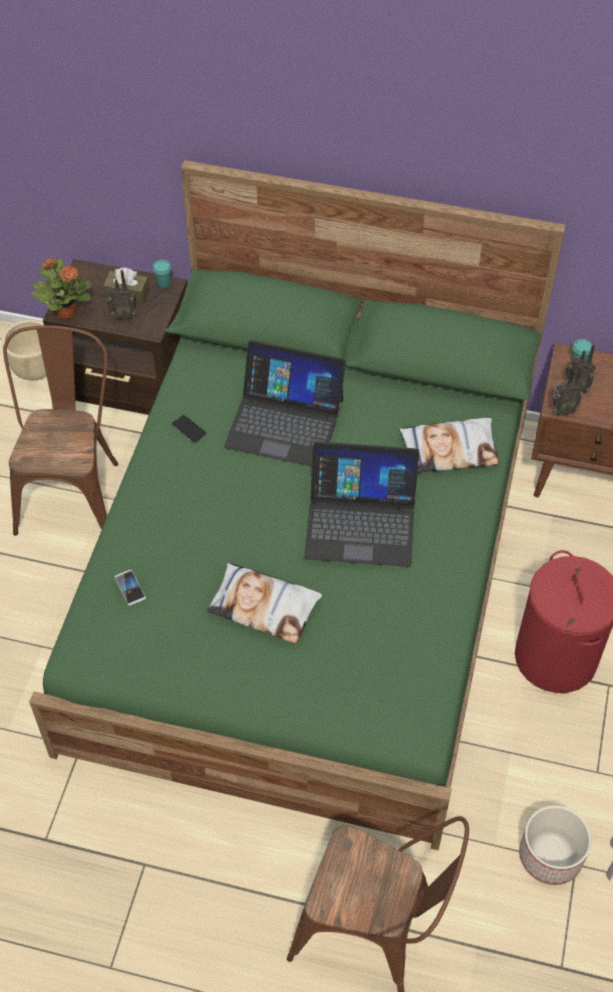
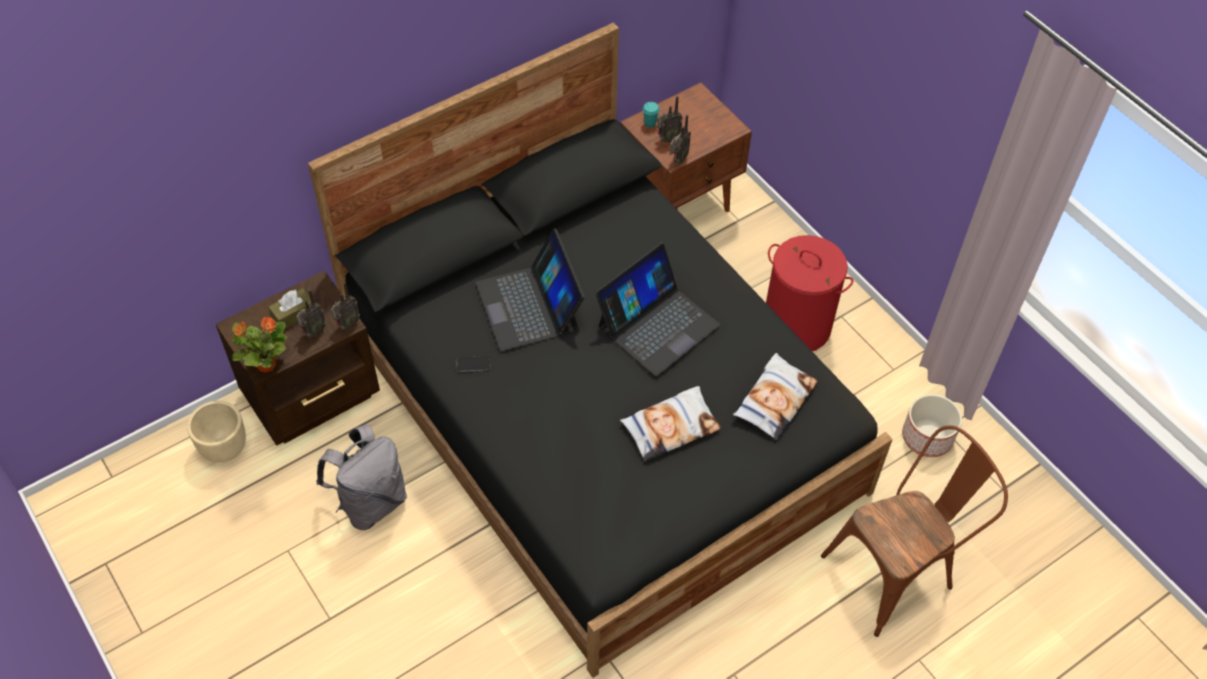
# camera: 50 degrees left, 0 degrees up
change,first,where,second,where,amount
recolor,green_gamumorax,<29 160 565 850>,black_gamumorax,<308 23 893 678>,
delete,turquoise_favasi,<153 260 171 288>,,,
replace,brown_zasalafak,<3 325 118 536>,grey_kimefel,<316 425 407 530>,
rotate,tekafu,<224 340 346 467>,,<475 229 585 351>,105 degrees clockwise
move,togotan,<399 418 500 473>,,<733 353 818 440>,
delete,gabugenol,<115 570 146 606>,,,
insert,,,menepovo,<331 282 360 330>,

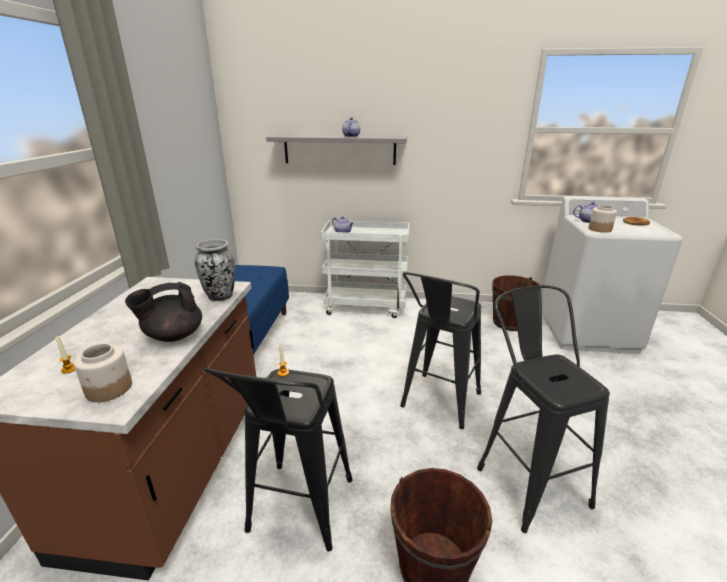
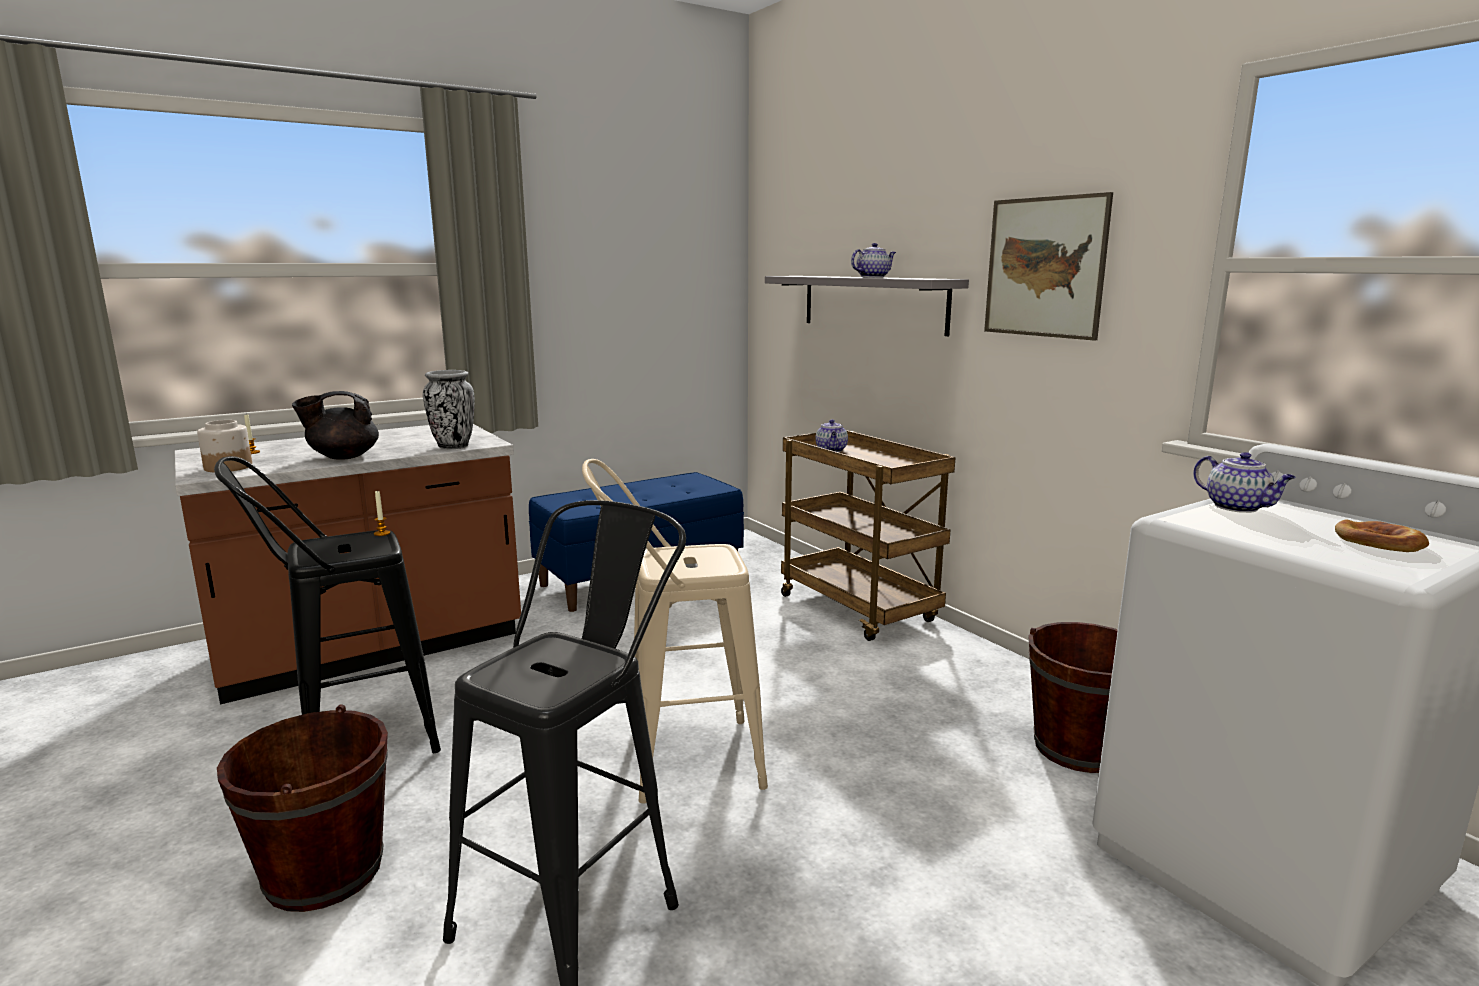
# camera: 50 degrees right, 10 degrees down
change,first,where,second,where,amount
delete,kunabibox,<589 205 617 233>,,,
recolor,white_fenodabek,<321 220 409 318>,brown_fenodabek,<781 430 956 641>,
recolor,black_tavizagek,<400 272 481 429>,beige_tavizagek,<582 459 768 804>,
rotate,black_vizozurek,<125 282 202 342>,,<292 391 379 460>,45 degrees counterclockwise
insert,,,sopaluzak,<984 192 1113 341>,

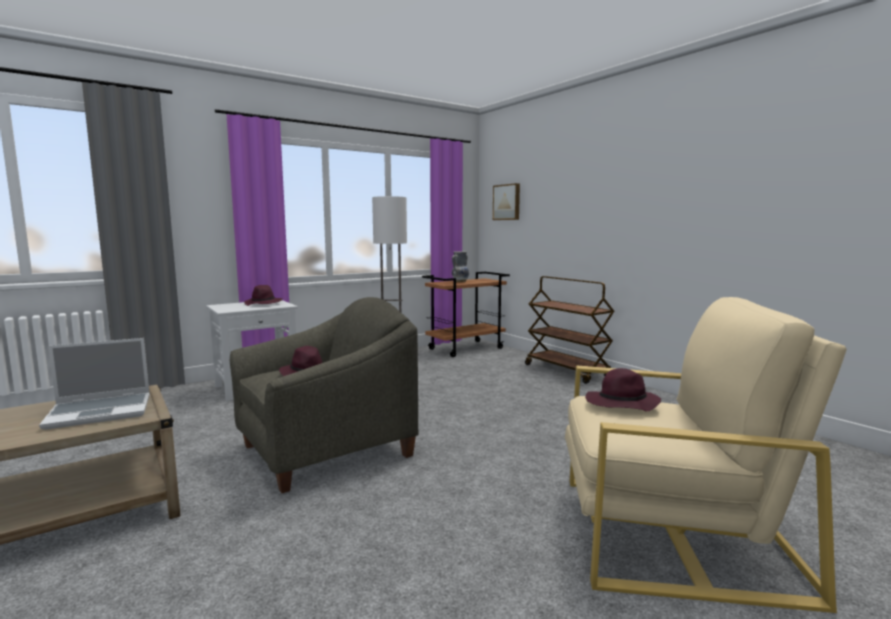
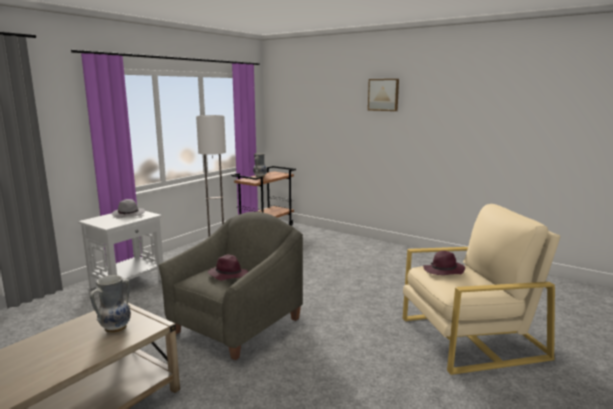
# camera: 20 degrees left, 5 degrees up
change,first,where,second,where,amount
move,sopaluzak,<493 183 520 220>,,<368 79 399 111>,
delete,brown_fenodabek,<525 276 614 384>,,,
recolor,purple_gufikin,<244 285 283 306>,grey_gufikin,<112 199 145 219>,
replace,tekafu,<39 338 150 430>,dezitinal,<90 275 131 333>,

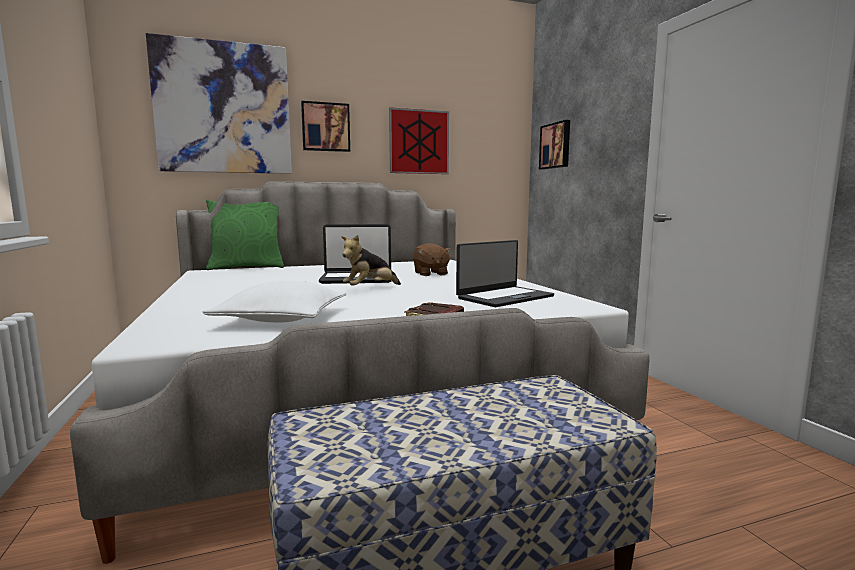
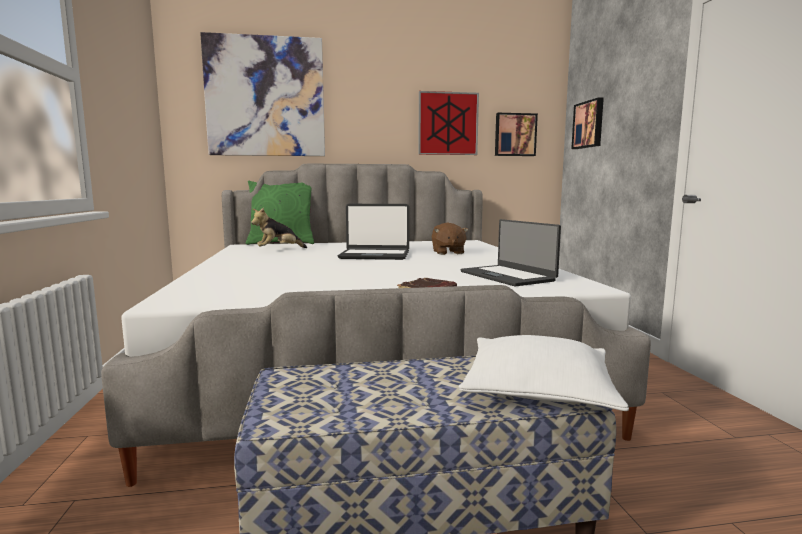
# camera: 10 degrees right, 0 degrees up
change,first,where,second,where,amount
move,sopaluzak,<301 101 350 152>,,<495 113 538 156>,
move,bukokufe,<341 235 401 286>,,<251 208 307 248>,
rotate,tekafu,<456 240 554 307>,,<461 219 561 287>,90 degrees clockwise
move,white_togotan,<203 281 347 322>,,<459 335 629 411>,

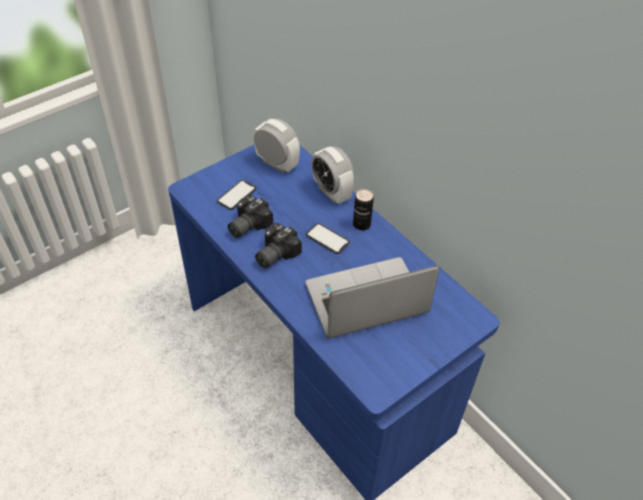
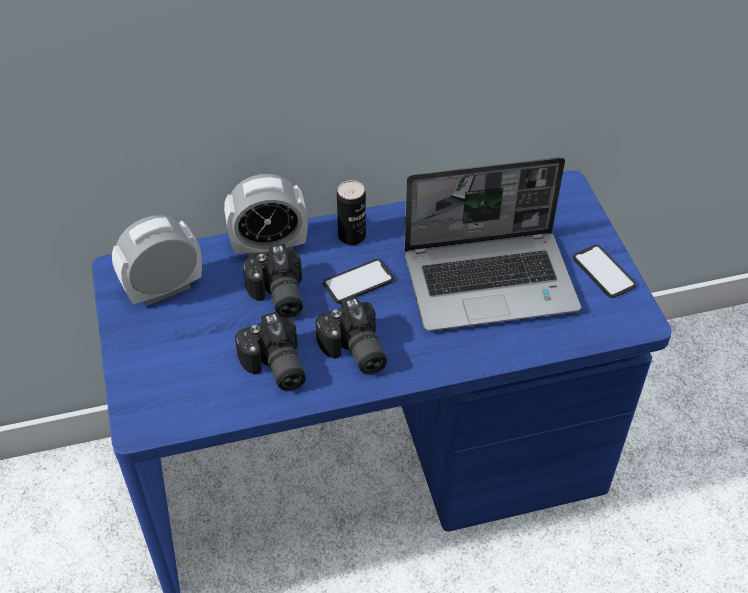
# camera: 65 degrees left, 0 degrees up
change,first,where,second,where,amount
move,gabugenol,<217 180 256 210>,,<573 245 636 298>,
rotate,tekafu,<305 257 440 339>,,<404 157 581 331>,105 degrees counterclockwise
insert,,,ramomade,<243 244 303 318>,

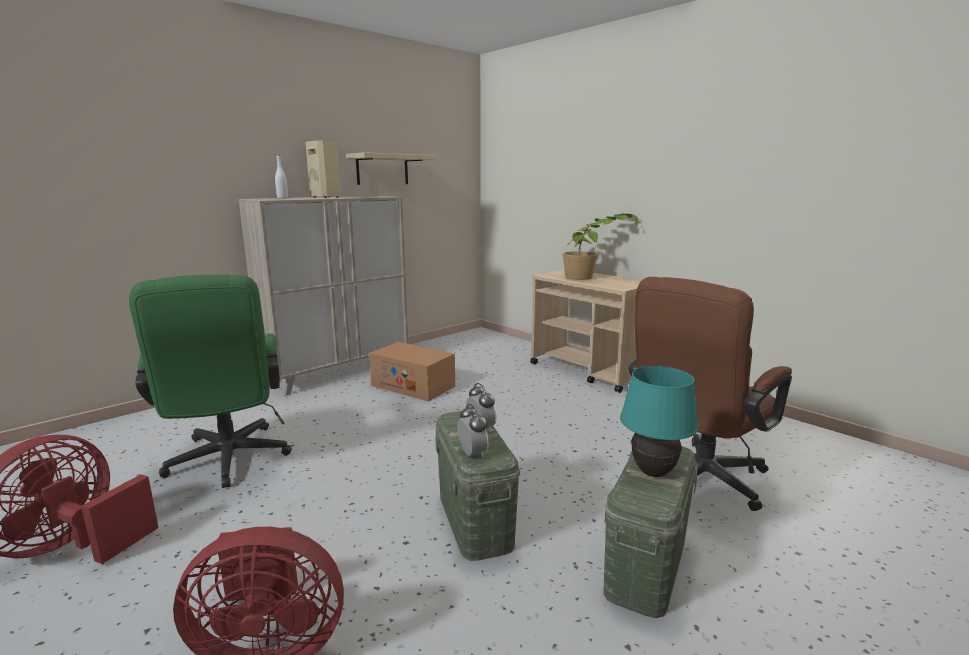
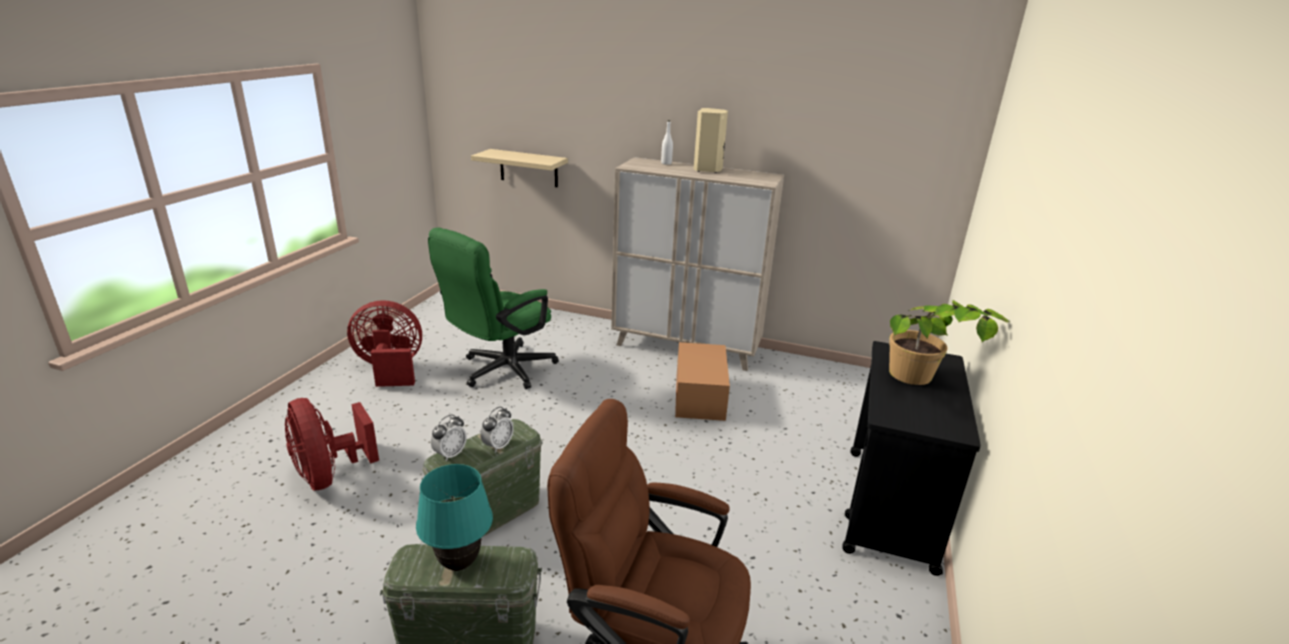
# camera: 60 degrees right, 10 degrees up
change,first,where,second,where,amount
move,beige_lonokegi,<346 152 435 185>,,<471 149 568 187>,
recolor,beige_fenodabek,<530 269 642 393>,black_fenodabek,<842 341 981 576>,

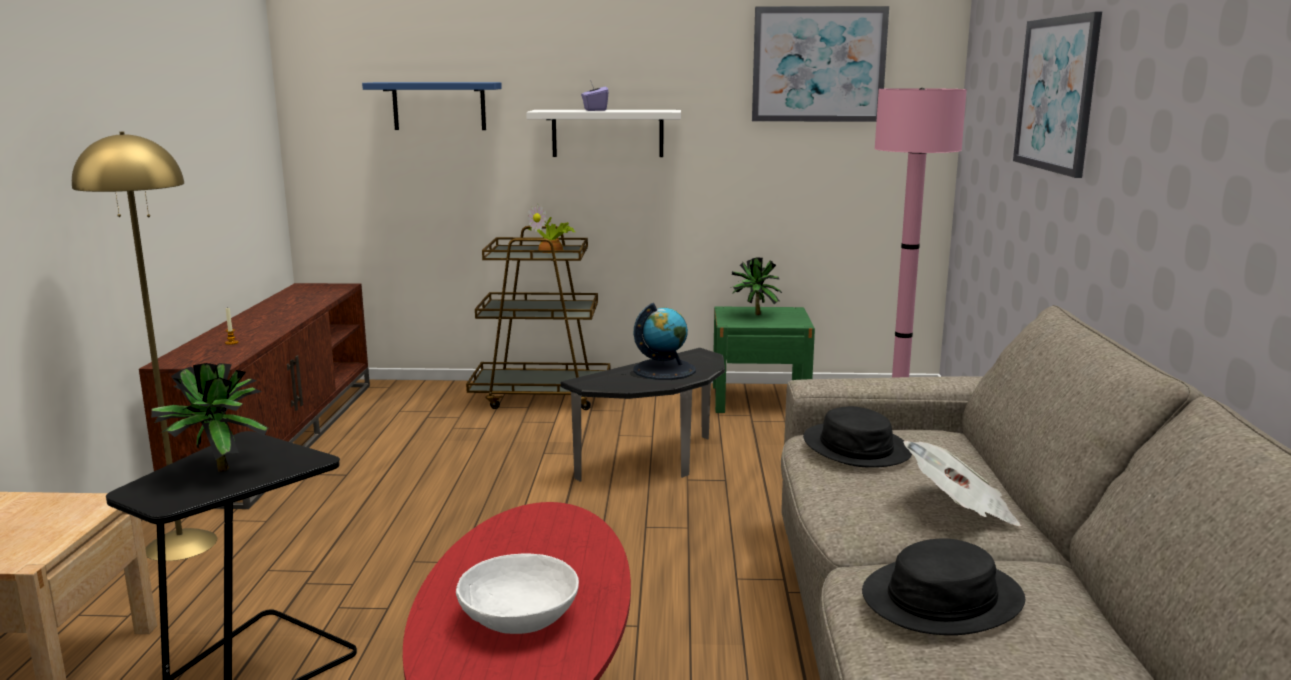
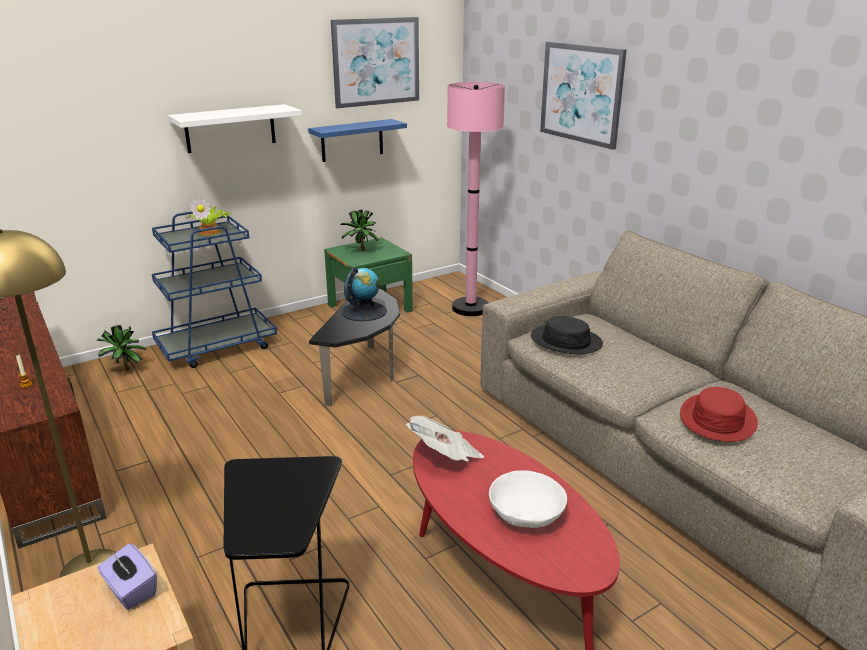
# camera: 35 degrees left, 10 degrees up
change,first,where,second,where,amount
move,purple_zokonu,<581 80 608 111>,,<97 544 157 610>,
move,blue_lonokegi,<362 82 502 130>,,<308 119 407 162>,
recolor,brown_fenodabek,<466 226 610 410>,blue_fenodabek,<152 211 277 368>,
move,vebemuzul,<151 363 270 472>,,<96 325 146 371>,
move,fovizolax,<903 441 1022 526>,,<406 416 484 461>,
recolor,black_gufikin,<862 538 1025 635>,red_gufikin,<680 387 758 442>,

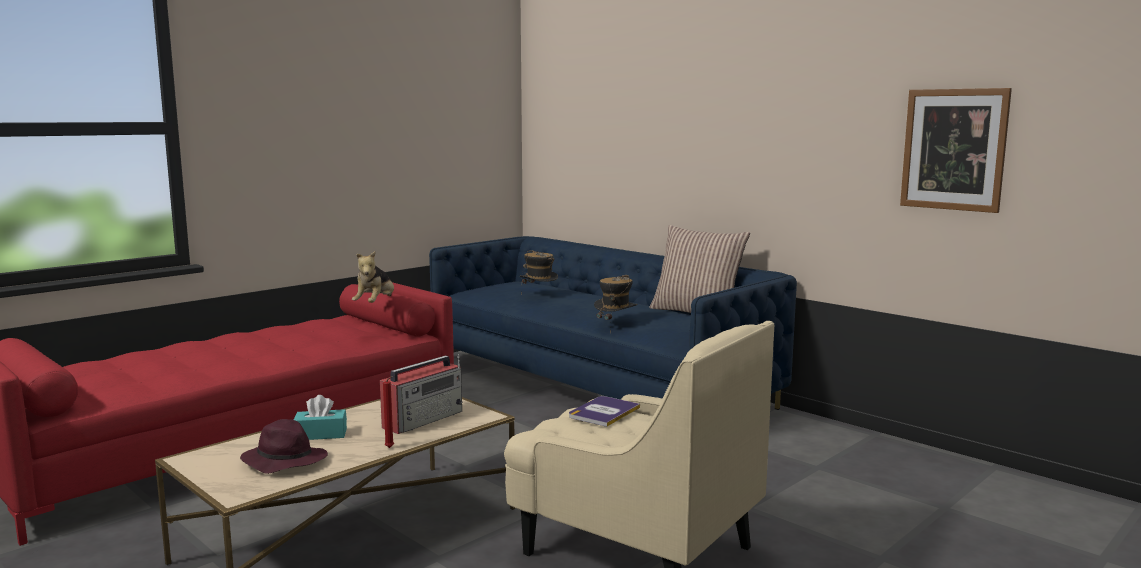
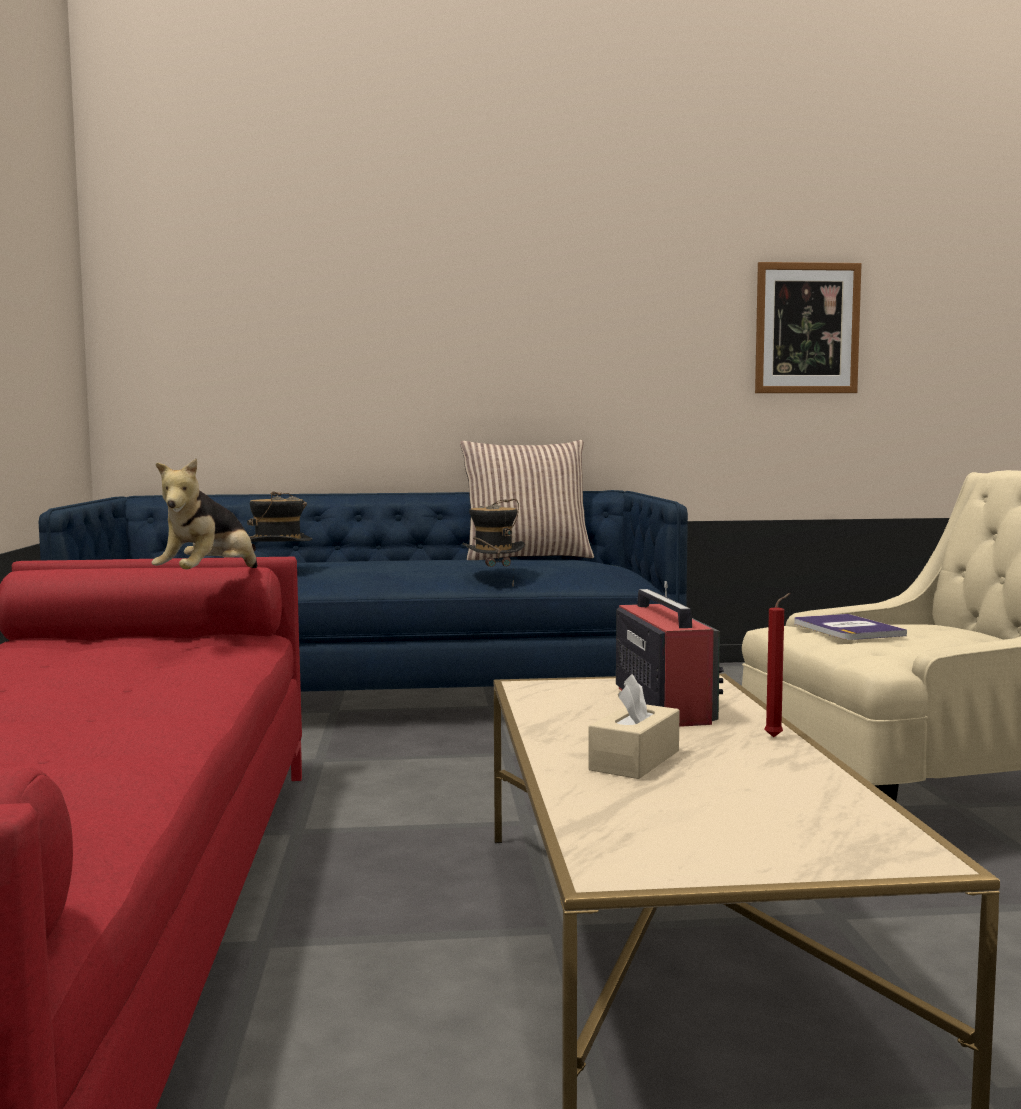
# camera: 50 degrees left, 5 degrees down
change,first,where,second,where,amount
rotate,bukokufe,<352 251 394 303>,,<152 458 257 569>,60 degrees clockwise
recolor,turquoise_zokonu,<294 395 347 440>,beige_zokonu,<588 674 680 779>,
delete,purple_gufikin,<240 419 328 474>,,,

